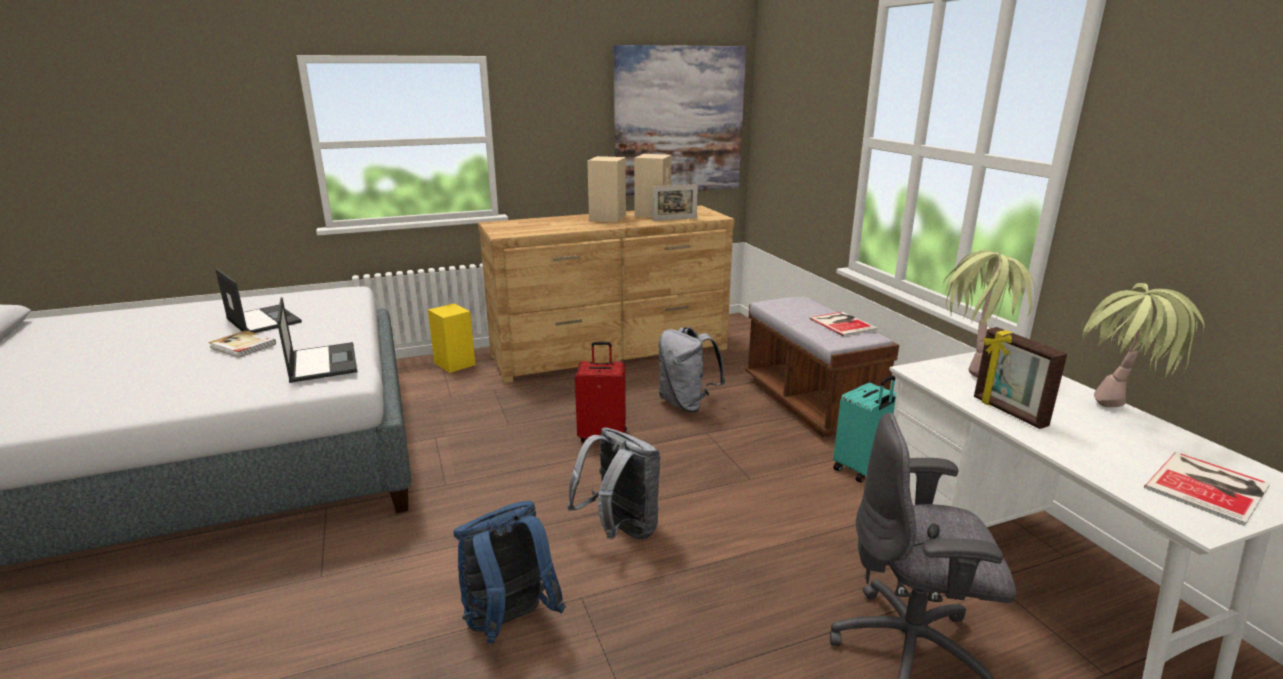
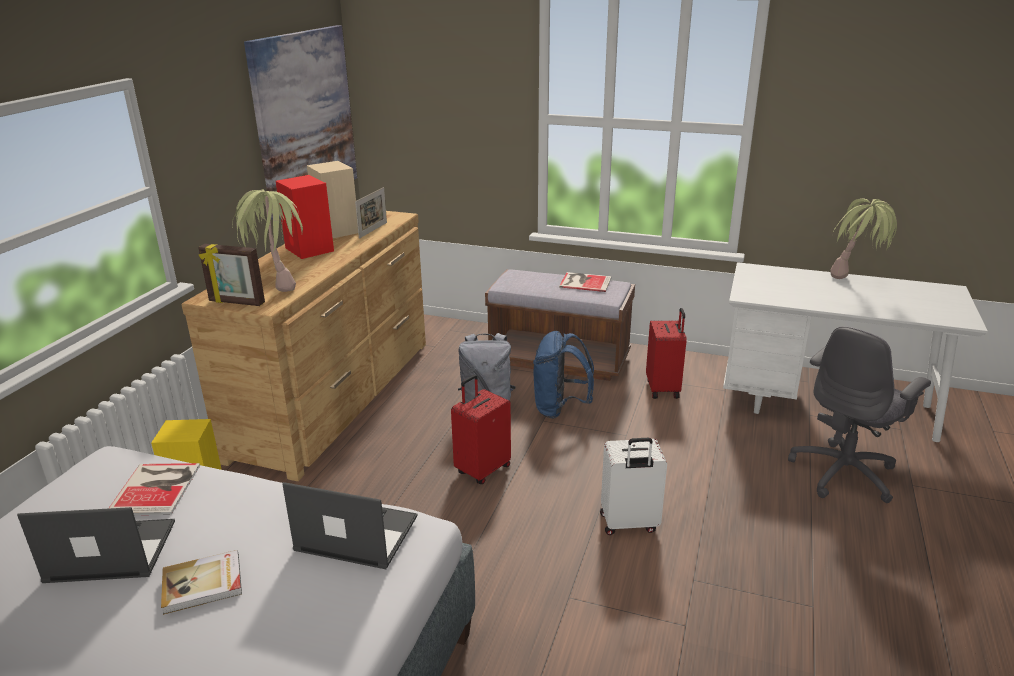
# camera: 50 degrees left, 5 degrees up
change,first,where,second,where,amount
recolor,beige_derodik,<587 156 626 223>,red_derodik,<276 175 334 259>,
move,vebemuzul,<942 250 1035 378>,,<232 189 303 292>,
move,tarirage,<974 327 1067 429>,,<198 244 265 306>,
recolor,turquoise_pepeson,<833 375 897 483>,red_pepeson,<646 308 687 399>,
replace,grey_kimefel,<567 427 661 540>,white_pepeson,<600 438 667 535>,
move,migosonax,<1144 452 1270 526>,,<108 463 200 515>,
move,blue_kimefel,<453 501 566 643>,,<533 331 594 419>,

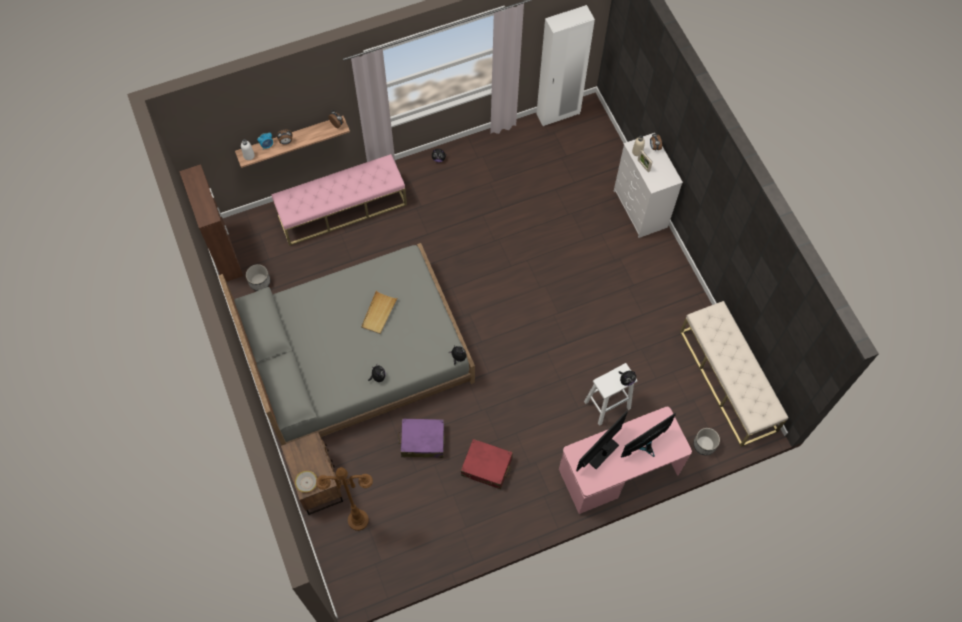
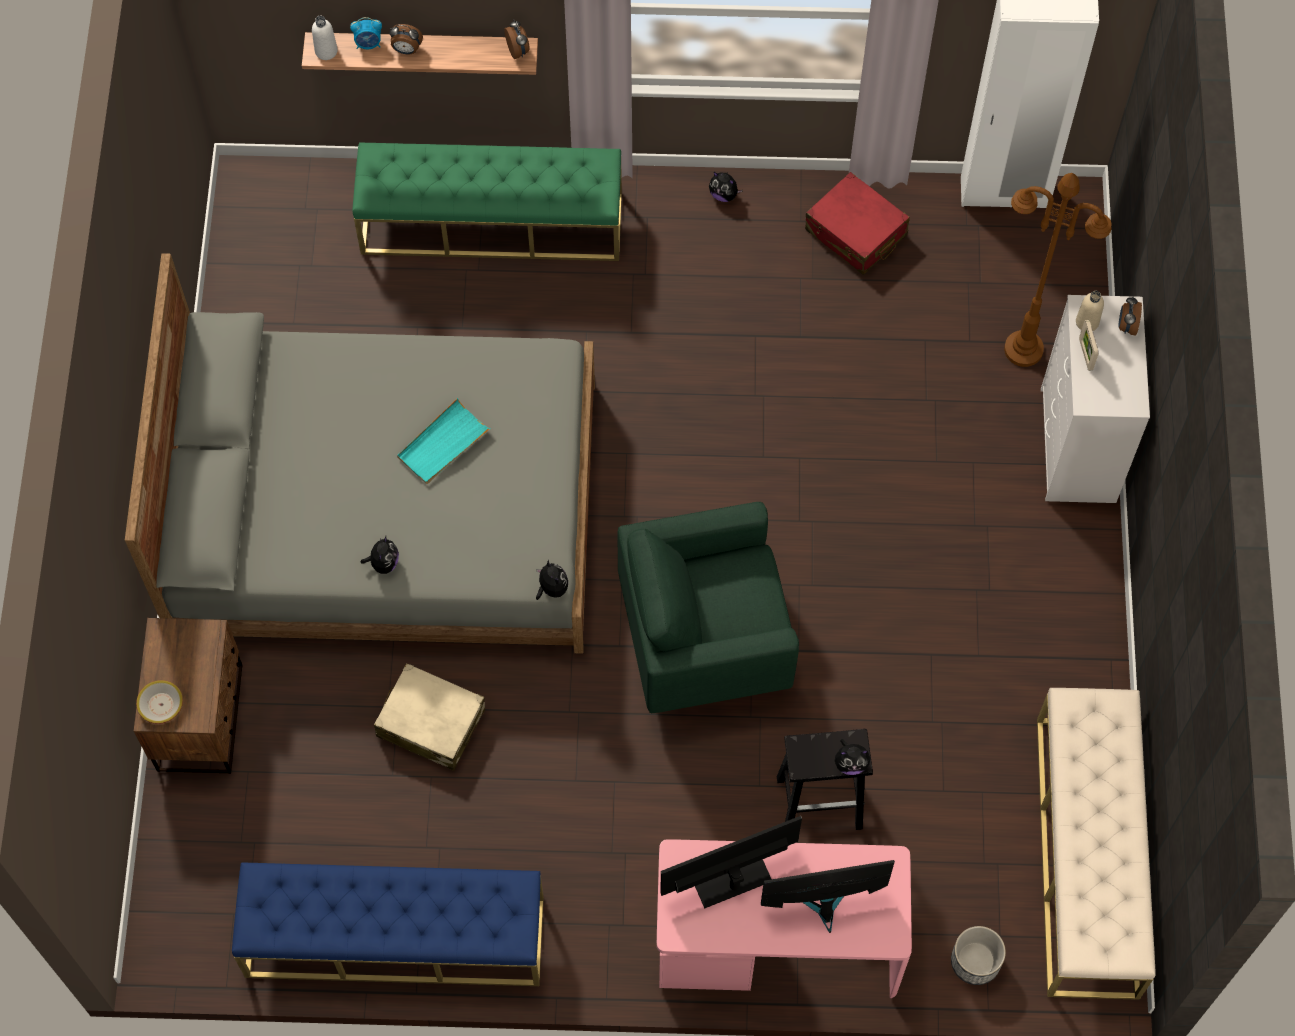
# camera: 25 degrees right, 0 degrees up
change,first,where,second,where,amount
recolor,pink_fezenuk,<271 154 407 246>,green_fezenuk,<352 142 622 261>,
delete,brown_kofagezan,<179 164 243 282>,,,
delete,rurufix,<246 264 270 291>,,,
recolor,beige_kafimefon,<361 291 398 334>,turquoise_kafimefon,<397 398 491 484>,
recolor,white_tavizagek,<584 363 638 426>,black_tavizagek,<777 729 873 830>,
recolor,purple_pepeson,<398 418 445 458>,beige_pepeson,<374 663 485 771>,
move,red_pepeson,<461 439 513 489>,,<805 172 910 275>,
move,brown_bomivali,<316 467 373 531>,,<1004 173 1111 367>,
insert,,,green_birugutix,<618 502 799 713>,
insert,,,blue_fezenuk,<232 863 544 986>,

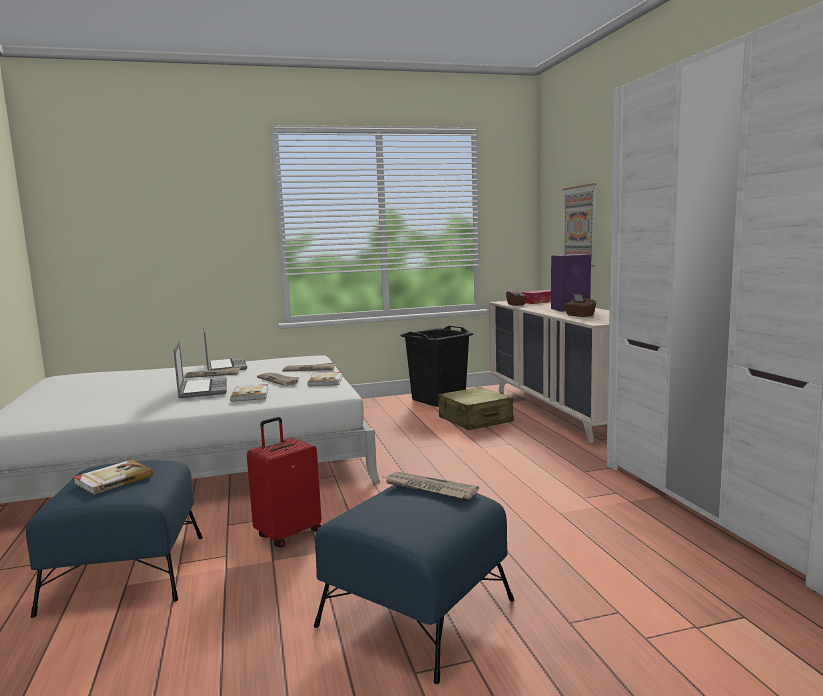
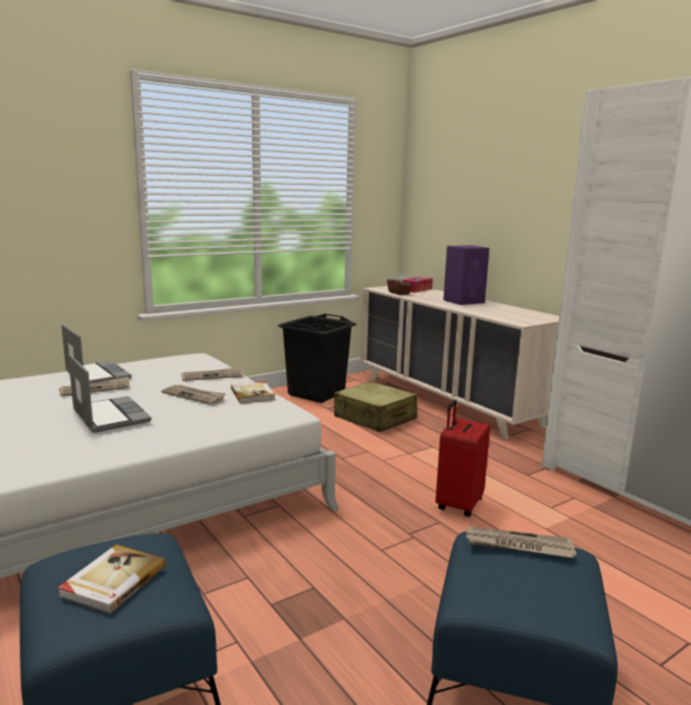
# camera: 20 degrees left, 5 degrees up
change,first,where,second,where,amount
delete,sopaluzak,<562 183 596 267>,,,
delete,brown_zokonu,<564 294 596 317>,,,
delete,migosonax,<230 384 268 402>,,,
move,red_pepeson,<247 417 322 547>,,<436 400 490 517>,

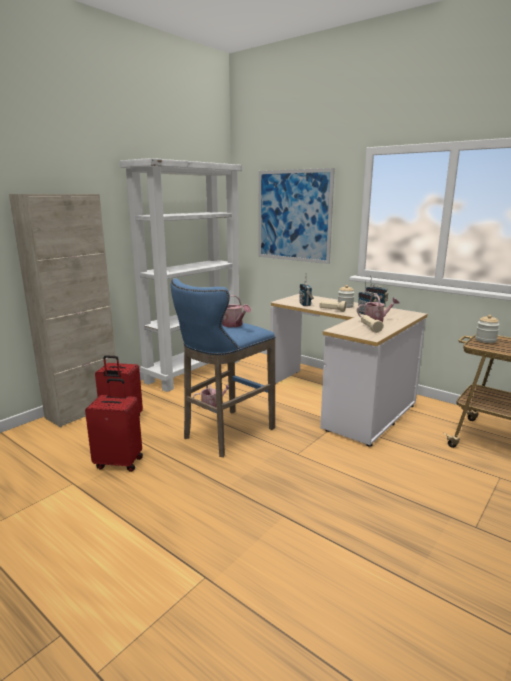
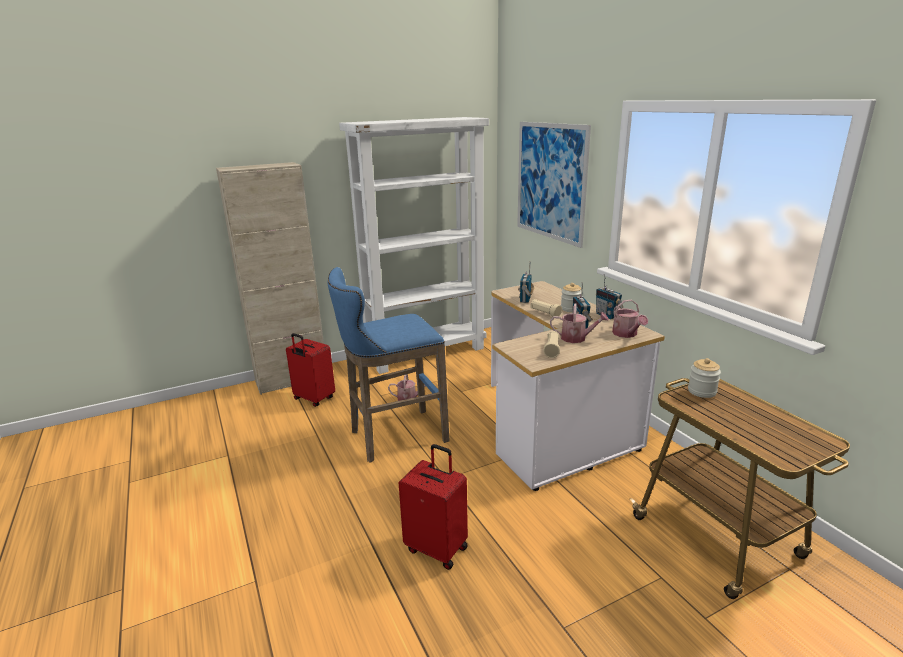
# camera: 25 degrees right, 5 degrees up
change,first,where,second,where,amount
move,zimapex,<222 295 251 327>,,<612 300 648 338>,
move,red_pepeson,<85 378 143 472>,,<399 444 468 570>,

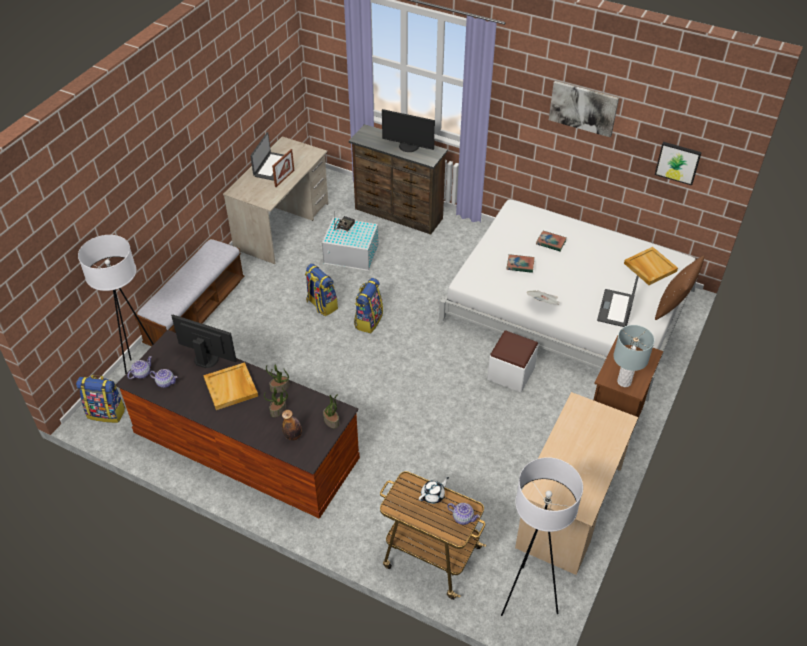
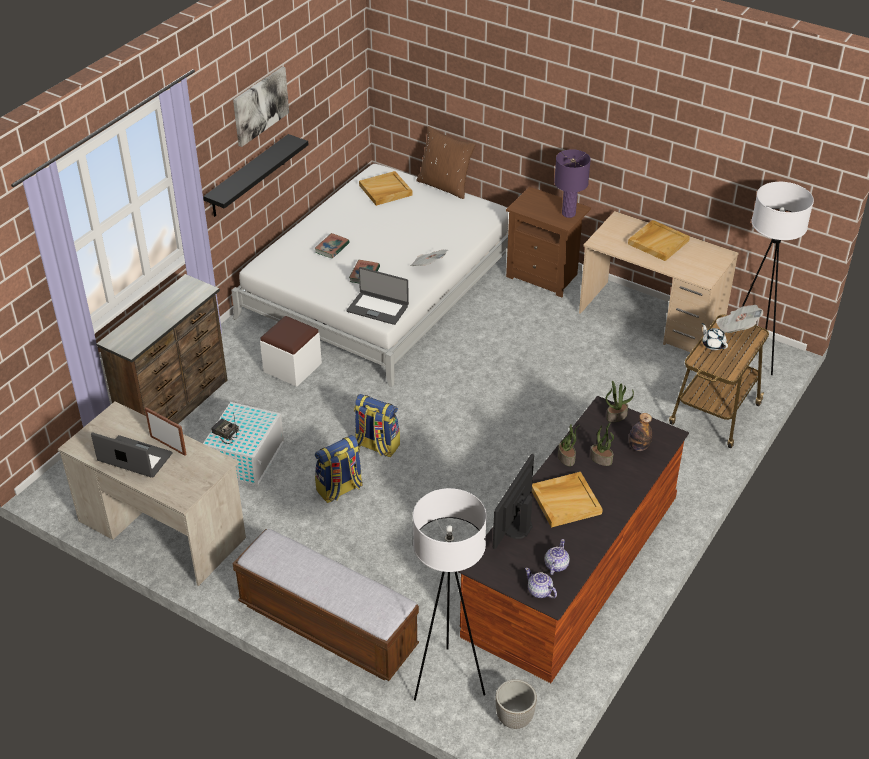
# camera: 85 degrees left, 5 degrees down
change,first,where,second,where,amount
delete,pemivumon,<382 109 435 152>,,,
delete,sopaluzak,<655 142 702 186>,,,
move,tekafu,<597 276 638 327>,,<346 267 409 325>,
recolor,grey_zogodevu,<613 325 655 387>,purple_zogodevu,<554 149 591 218>,
move,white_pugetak,<487 331 538 392>,,<260 316 322 387>,
replace,kimefel,<76 375 126 423>,rurufix,<495 679 537 729>,
replace,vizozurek,<447 503 480 525>,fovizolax,<716 305 763 333>,
insert,,,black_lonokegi,<203 134 309 217>,
insert,,,beige_kafimefon,<628 220 690 261>,

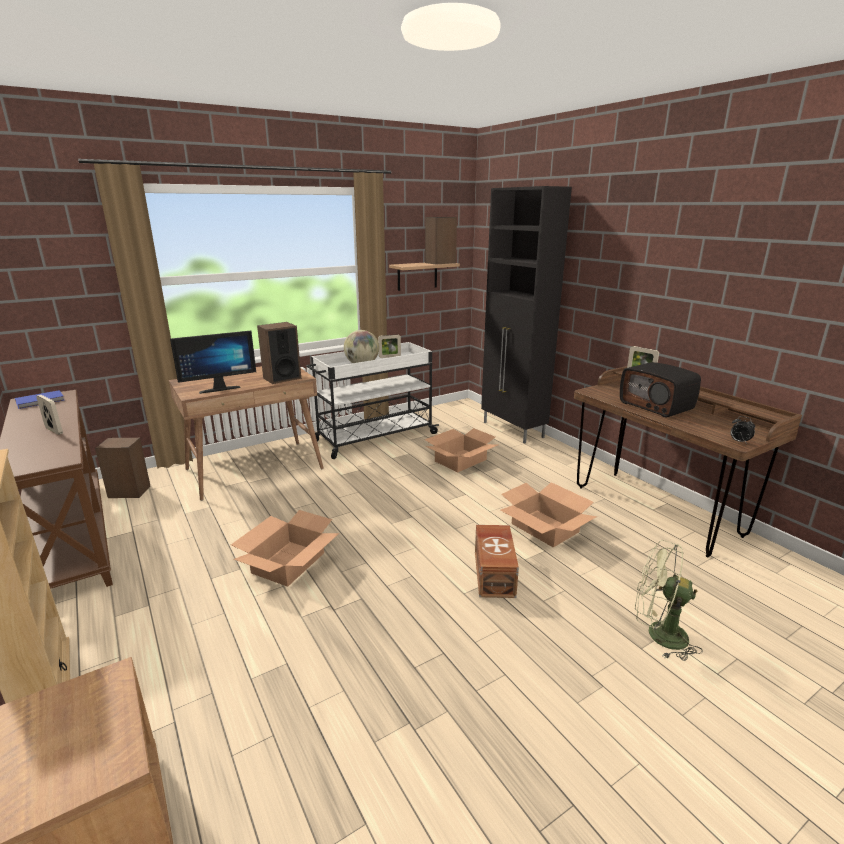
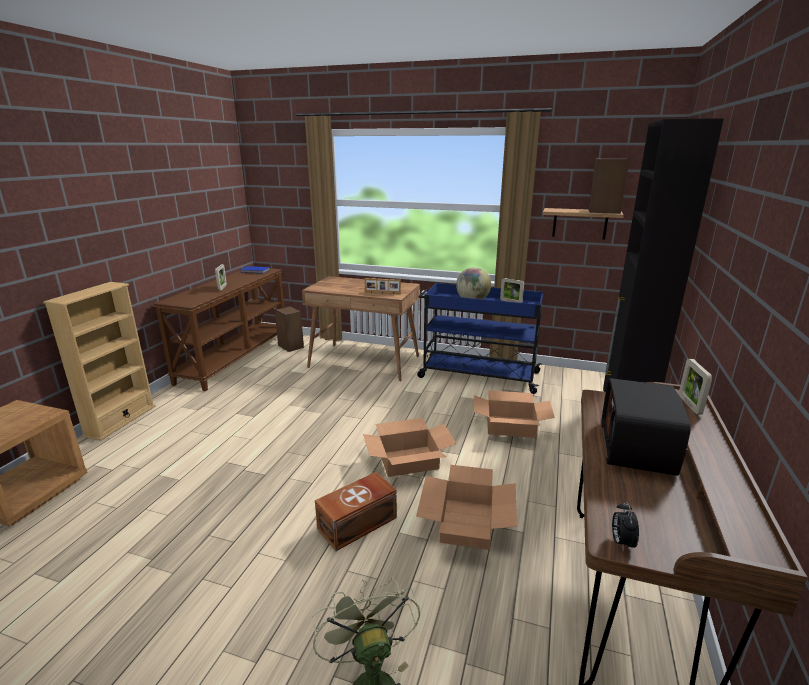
# camera: 50 degrees right, 0 degrees up
change,first,where,second,where,amount
replace,derodik,<257 322 301 384>,tarirage,<364 278 401 294>,
delete,pemivumon,<170 331 256 394>,,,
recolor,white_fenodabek,<306 342 439 459>,blue_fenodabek,<417 283 543 394>,
move,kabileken,<231 510 339 586>,,<363 418 456 477>,

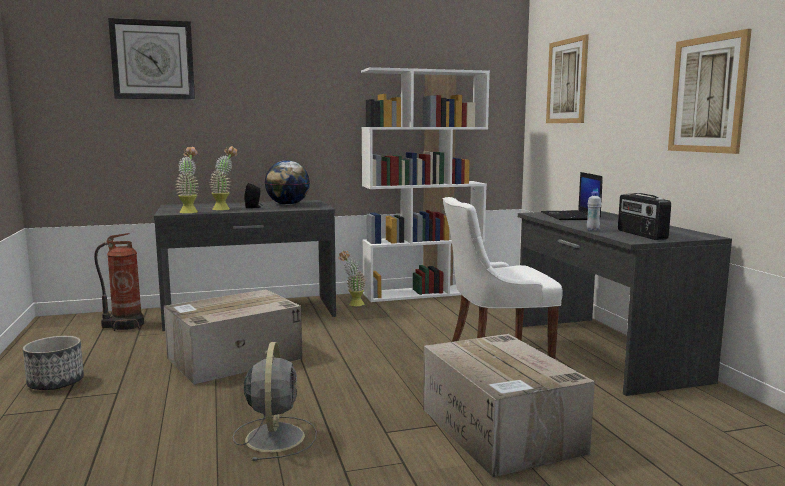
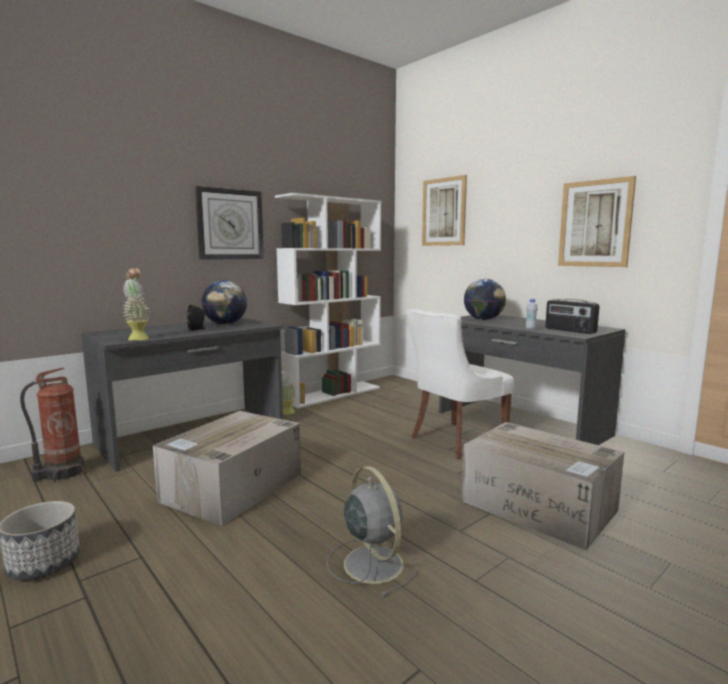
# camera: 25 degrees left, 0 degrees up
change,first,where,second,where,amount
move,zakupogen,<108 18 195 100>,,<195 186 264 260>,
delete,vebemuzul,<209 146 237 210>,,,
replace,tekafu,<541 172 603 220>,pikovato,<464 279 506 320>,

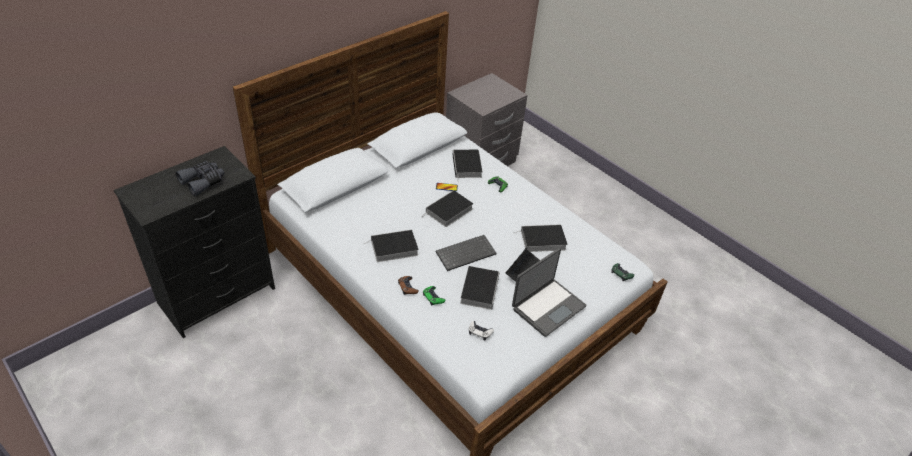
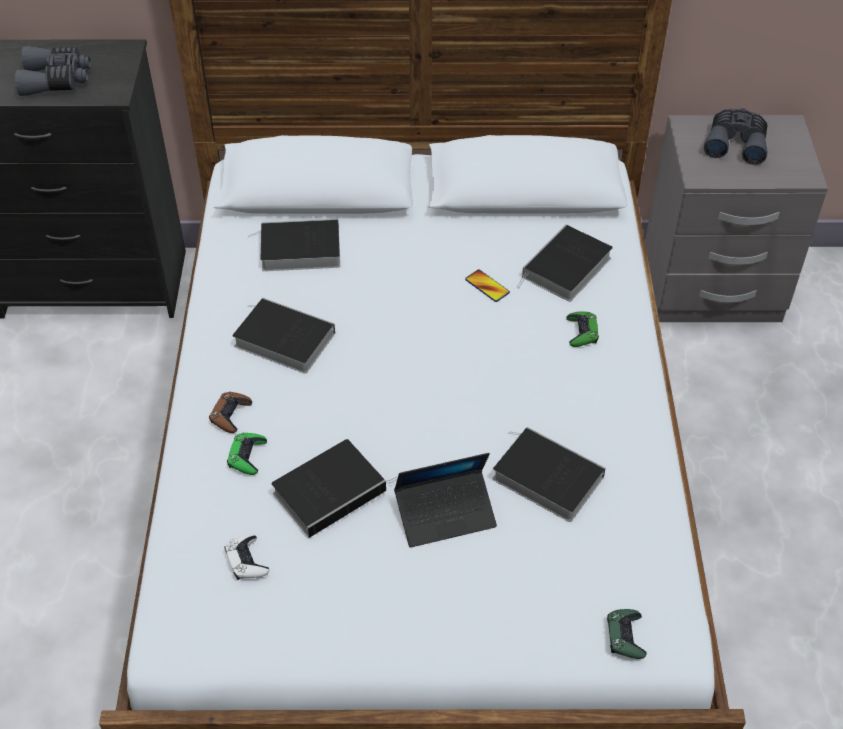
# camera: 45 degrees right, 5 degrees up
change,first,where,second,where,amount
move,migosonax,<422 190 473 227>,,<249 219 340 271>,
delete,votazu,<436 235 497 271>,,,
delete,tekafu,<512 248 586 337>,,,
insert,,,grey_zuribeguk,<704 108 768 165>,

